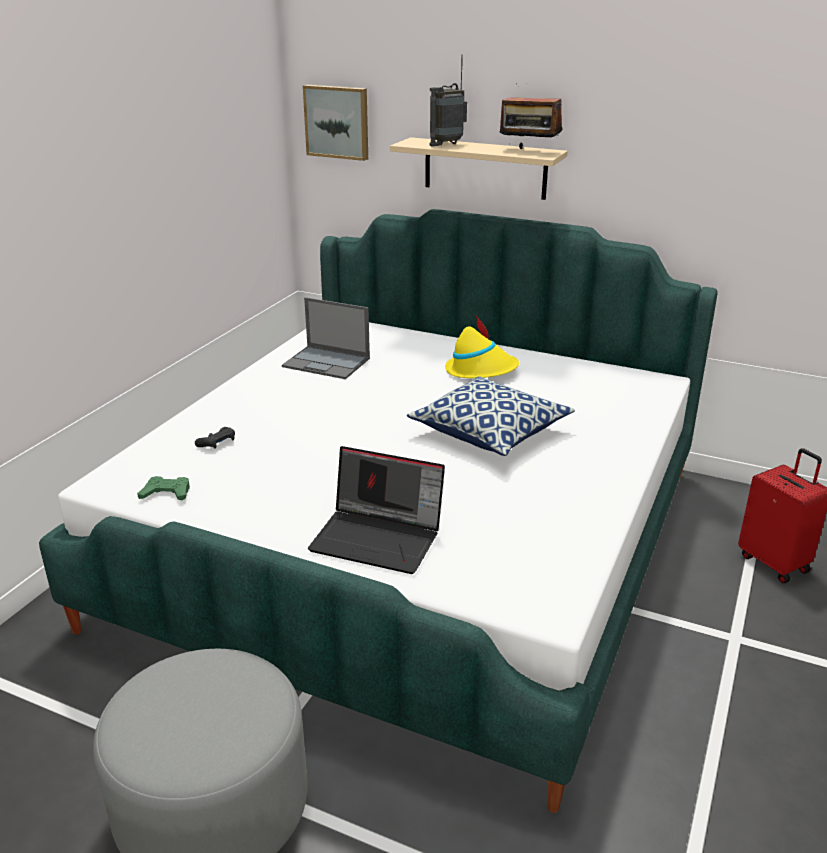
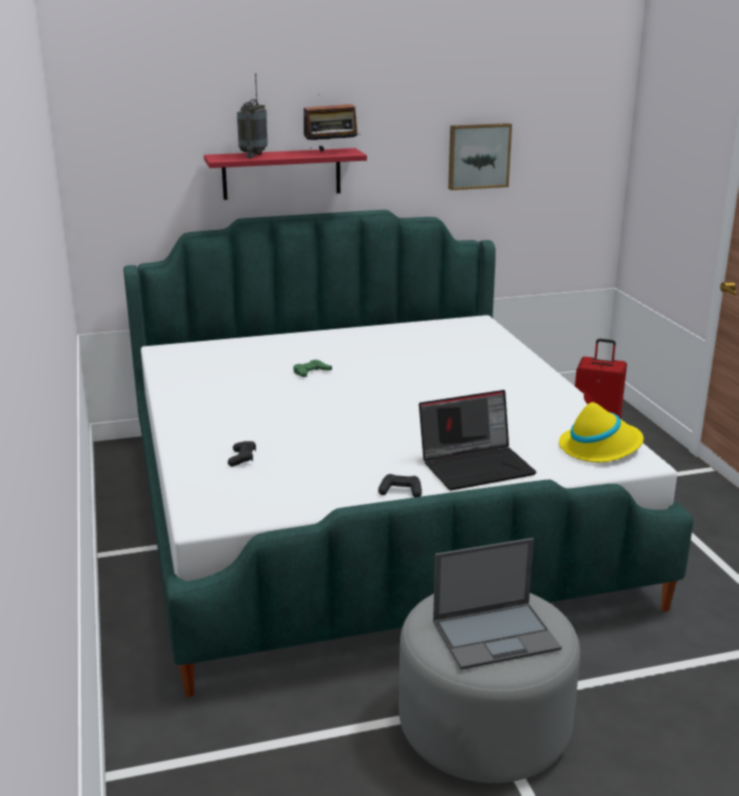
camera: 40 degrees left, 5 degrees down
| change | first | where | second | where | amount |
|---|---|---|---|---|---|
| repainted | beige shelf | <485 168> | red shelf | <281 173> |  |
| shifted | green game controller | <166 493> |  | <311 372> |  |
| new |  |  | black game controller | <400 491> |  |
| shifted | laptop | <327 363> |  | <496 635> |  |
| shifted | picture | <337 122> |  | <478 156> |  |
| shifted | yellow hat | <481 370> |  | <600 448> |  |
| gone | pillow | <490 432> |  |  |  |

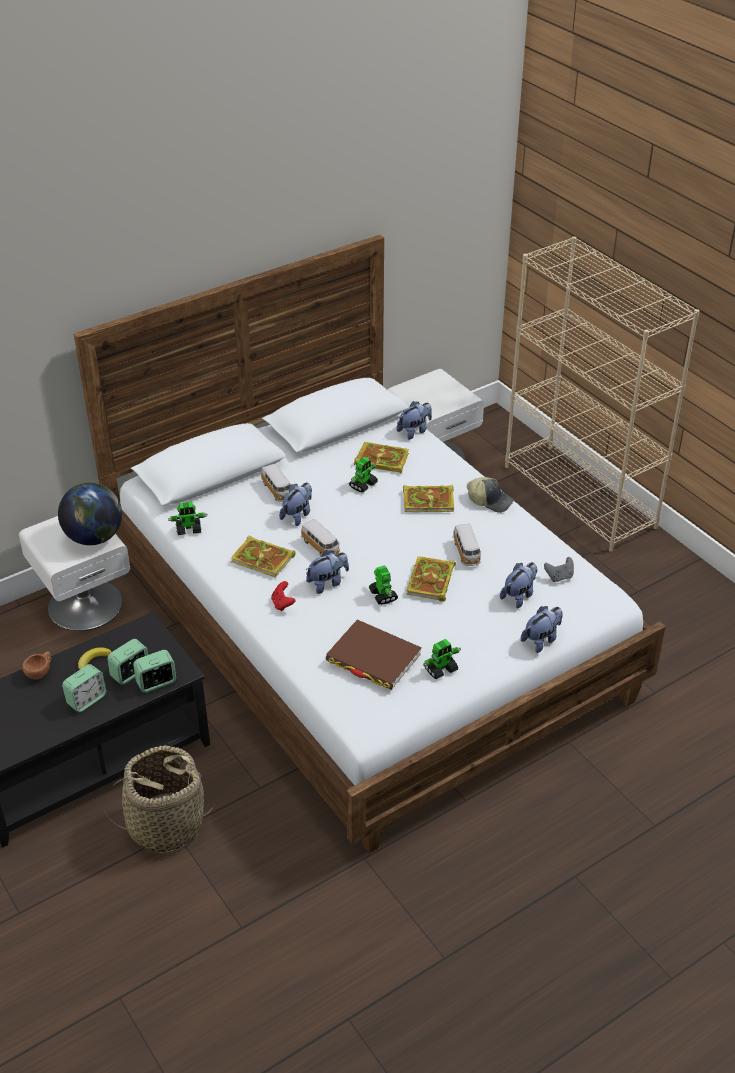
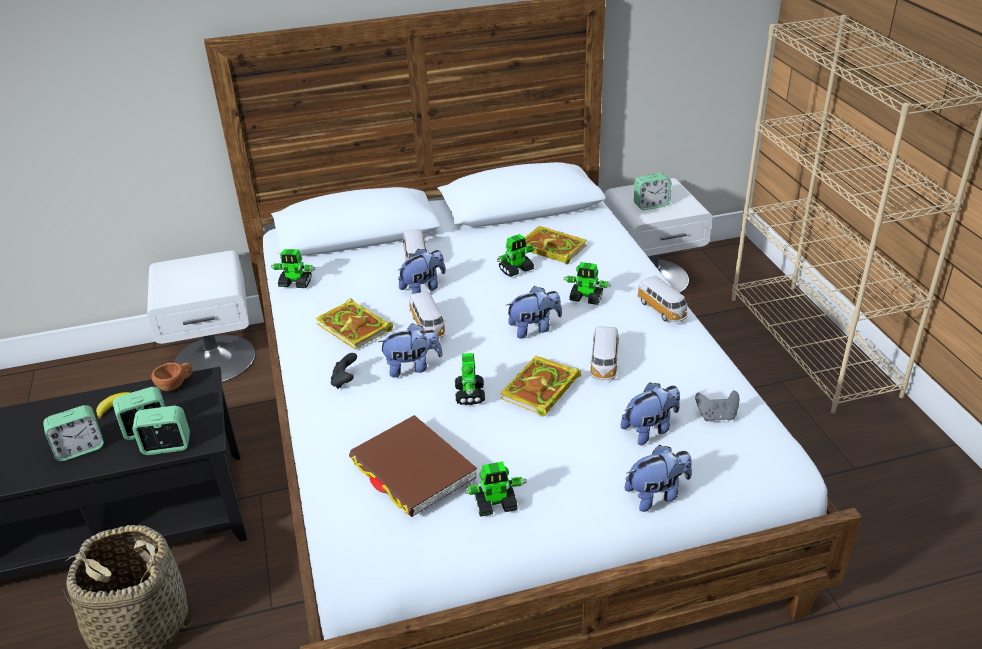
camera: 20 degrees right, 5 degrees down
| change | first | where | second | where | amount |
|---|---|---|---|---|---|
| shifted | brown cup | <40 672> |  | <176 385> |  |
| repainted | red game controller | <282 604> | black game controller | <345 381> |  |
| shifted | plush toy | <414 431> |  | <534 328> |  |
| swapped | book | <429 501> | toy robot | <586 298> |  |
| new |  |  | alarm clock | <651 205> |  |
| swapped | cap | <490 500> | toy car | <662 310> |  |
| gone | globe | <94 537> |  |  |  |

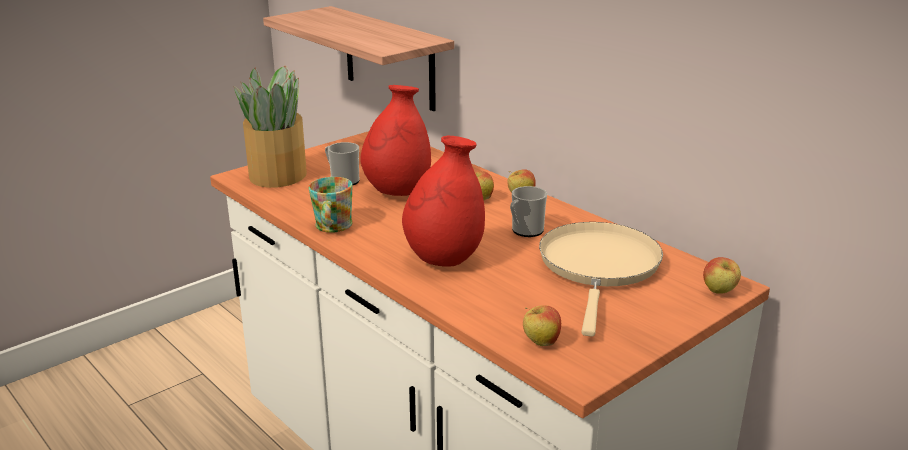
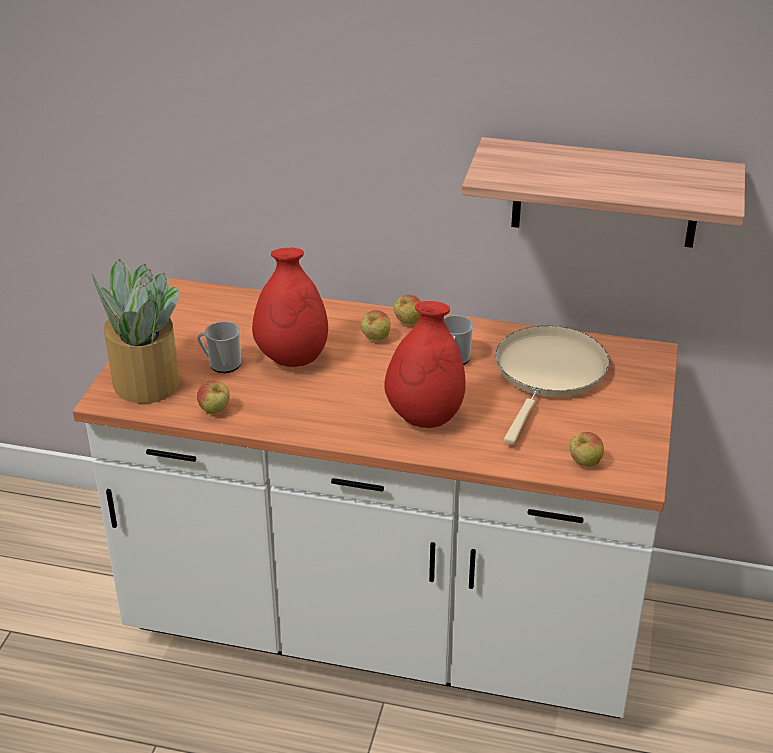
camera: 35 degrees left, 10 degrees up
| change | first | where | second | where | amount |
|---|---|---|---|---|---|
| shifted | apple | <719 292> |  | <215 411> |  |
| shifted | shelf | <389 58> |  | <605 193> |  |
| rotated | beige frying pan | <599 267> |  | <548 374> | 45 degrees clockwise |
| gone | mug | <332 227> |  |  |  |

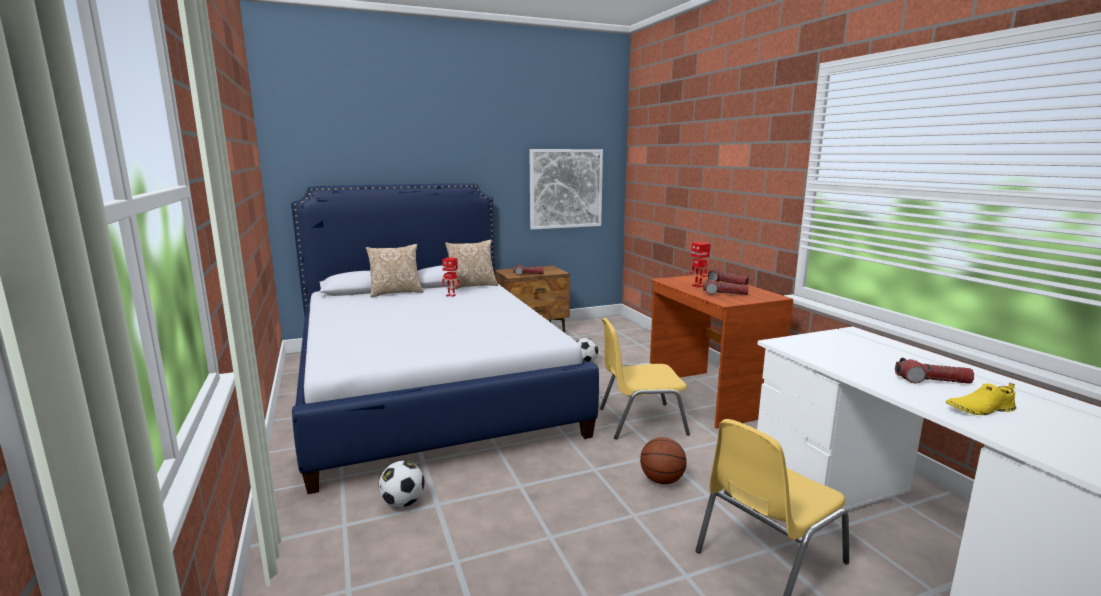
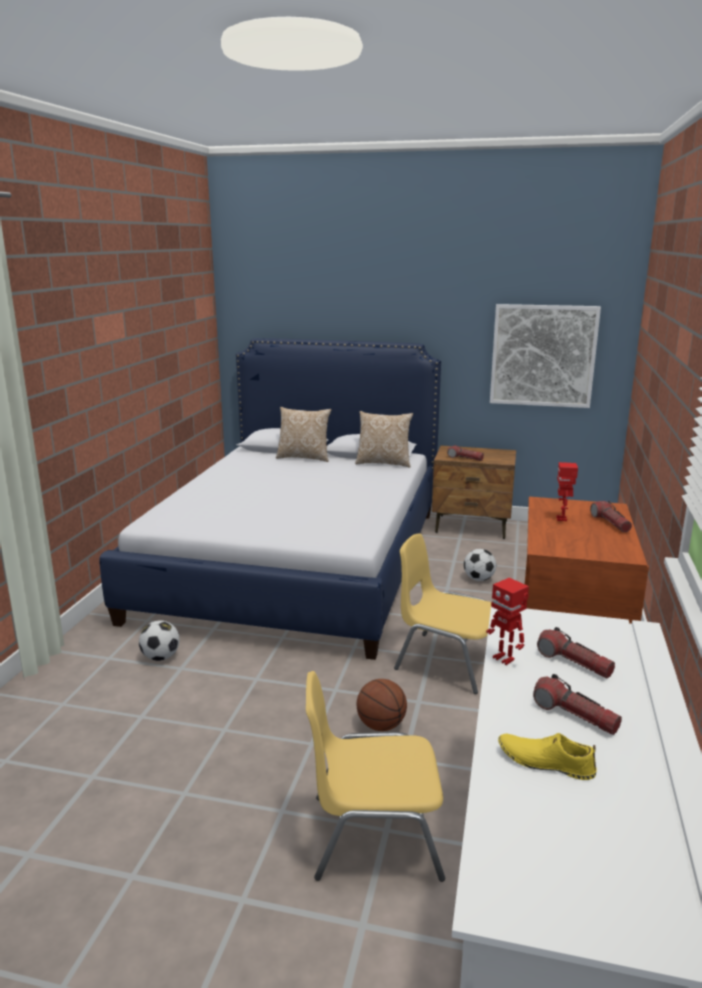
camera: 35 degrees right, 5 degrees up
| change | first | where | second | where | amount |
|---|---|---|---|---|---|
| shifted | toy robot | <451 295> |  | <504 658> |  |
| shifted | flashlight | <725 294> |  | <574 663> |  |

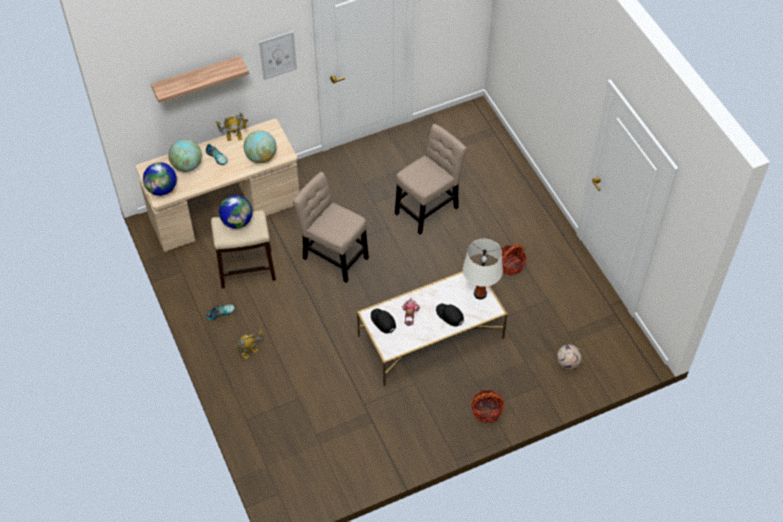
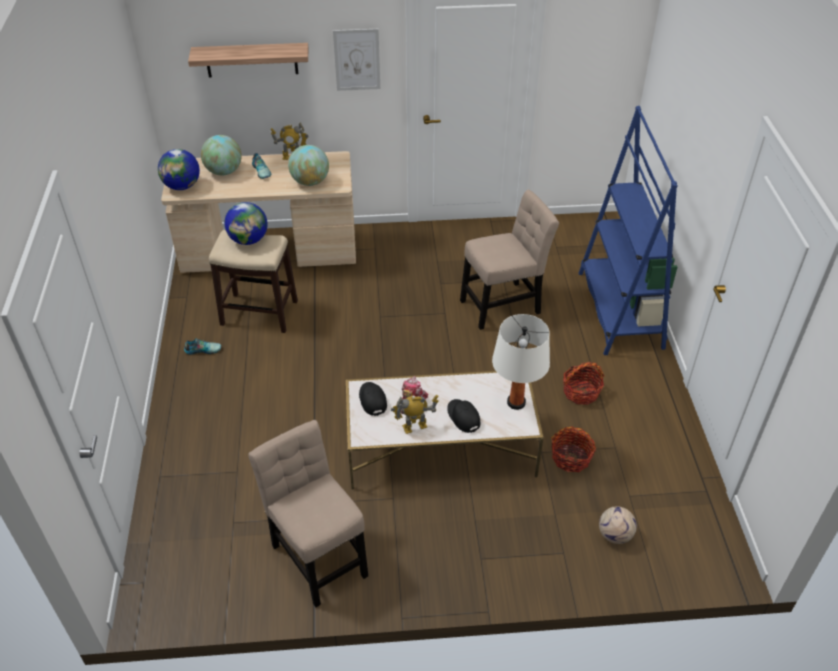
camera: 20 degrees right, 10 degrees down
| change | first | where | second | where | amount |
|---|---|---|---|---|---|
| shifted | beige chair | <333 255> |  | <317 555> |  |
| shifted | toy robot | <250 352> |  | <414 427> |  |
| shifted | basket | <487 411> |  | <571 458> |  |
| new |  |  | blue bookcase | <619 310> |  |

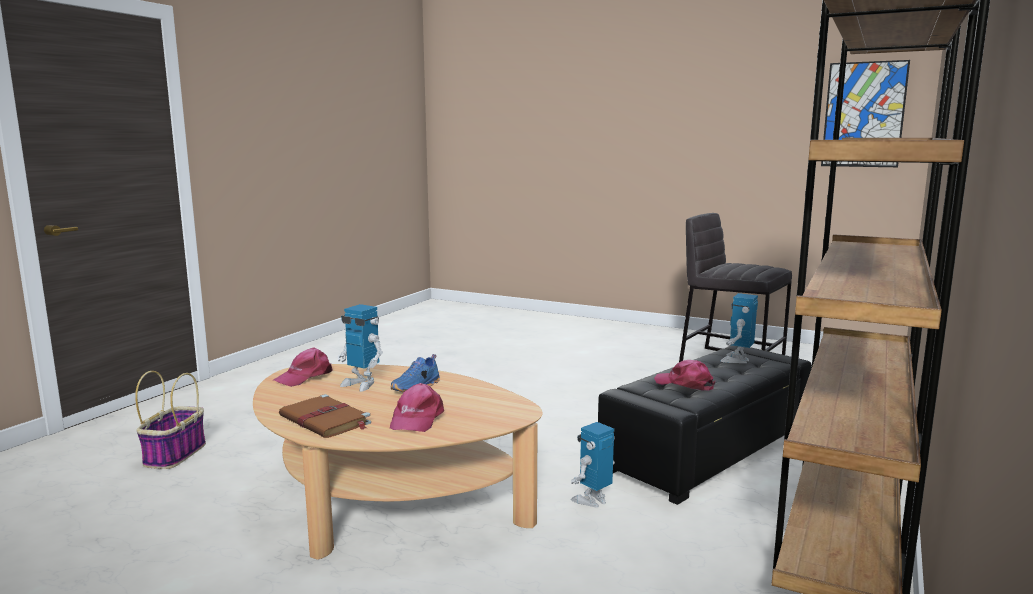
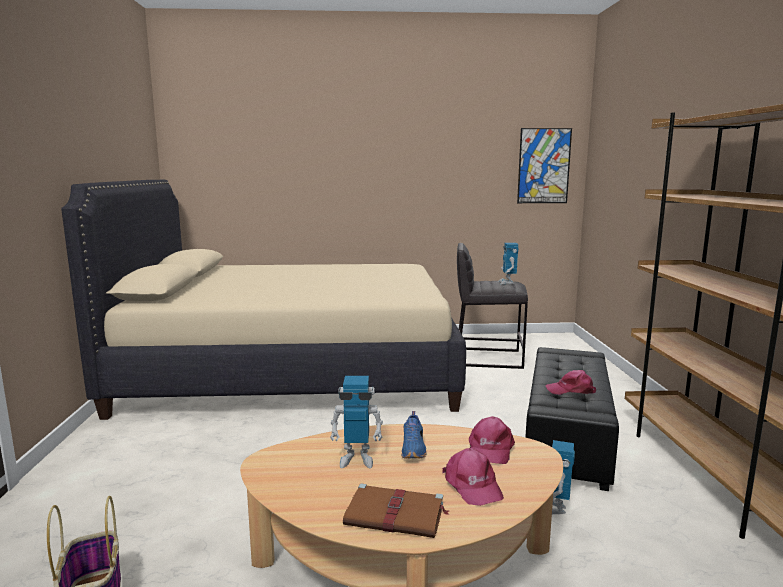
camera: 30 degrees left, 0 degrees up
| change | first | where | second | where | amount |
|---|---|---|---|---|---|
| new |  |  | beige bed | <294 370> |  |
| shifted | pink cap | <305 376> |  | <490 449> |  |
| shifted | toy robot | <737 360> |  | <507 282> |  |

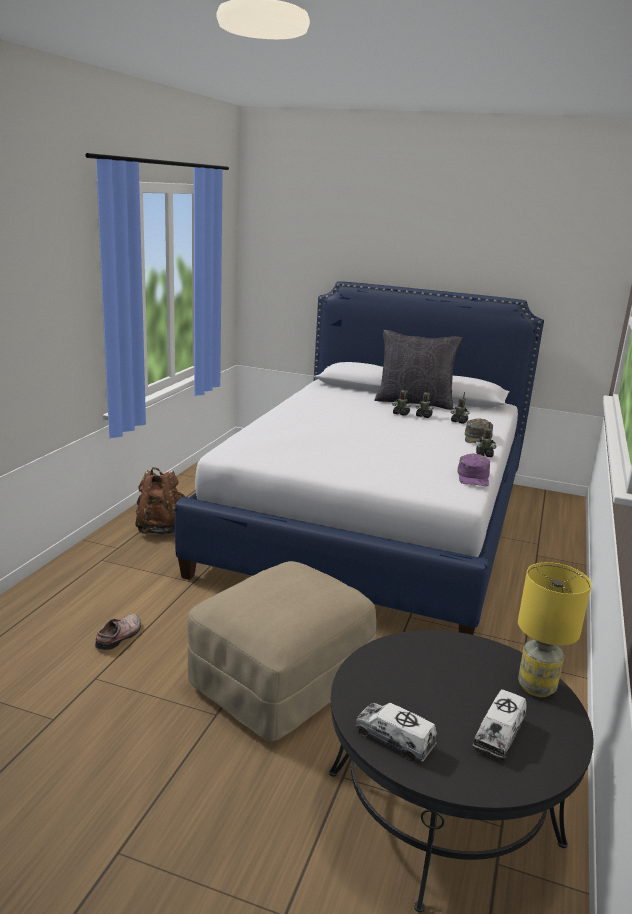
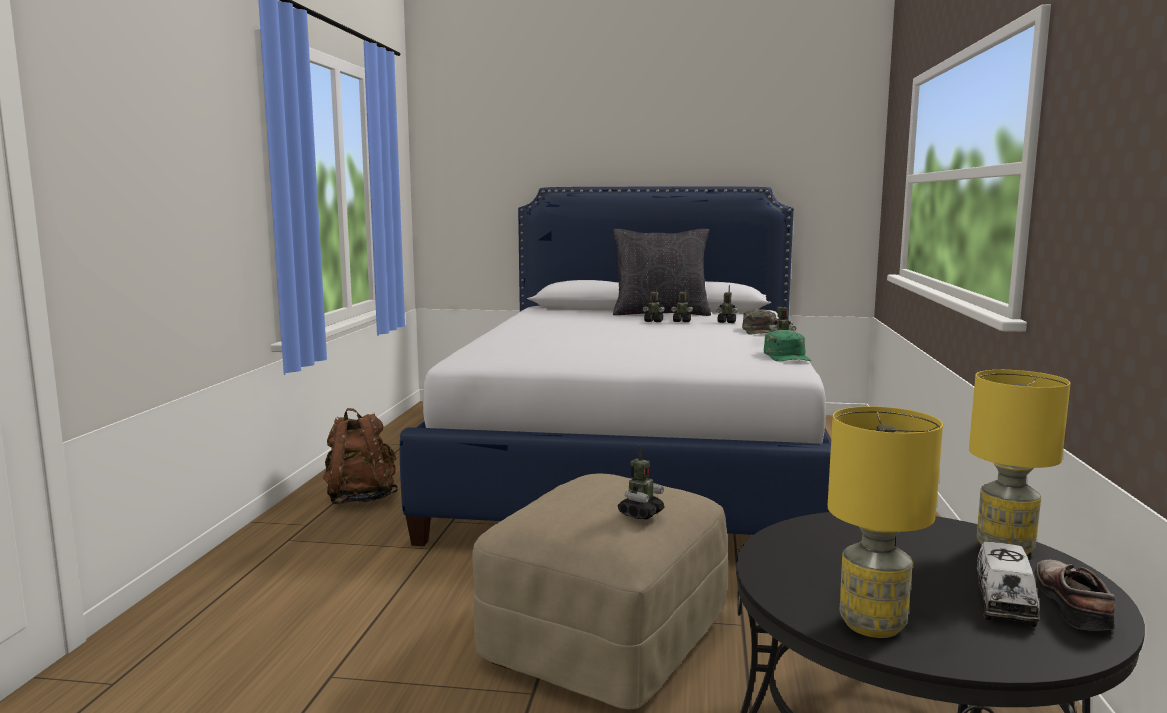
camera: 10 degrees left, 10 degrees down
| change | first | where | second | where | amount |
|---|---|---|---|---|---|
| new |  |  | toy robot | <641 514> |  |
| repainted | purple cap | <474 477> | green cap | <787 356> |  |
| swapped | toy truck | <394 739> | yellow table lamp | <873 625> |  |
| shifted | shoe | <120 636> |  | <1077 605> |  |

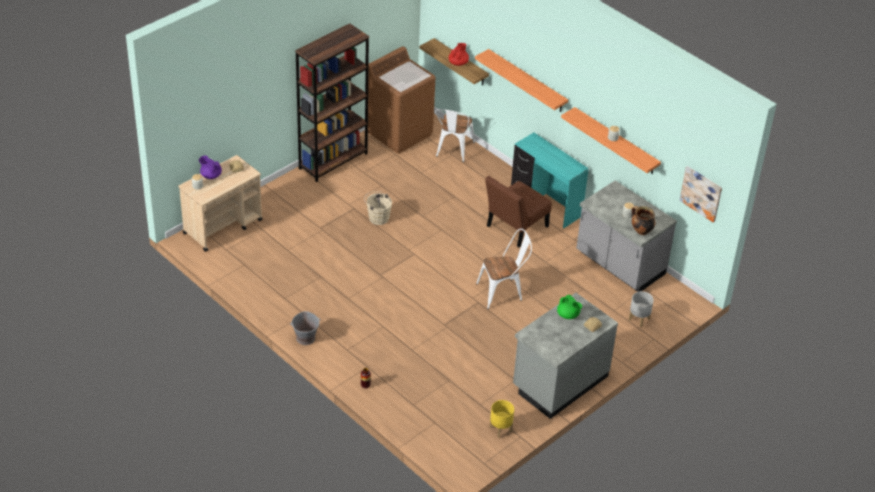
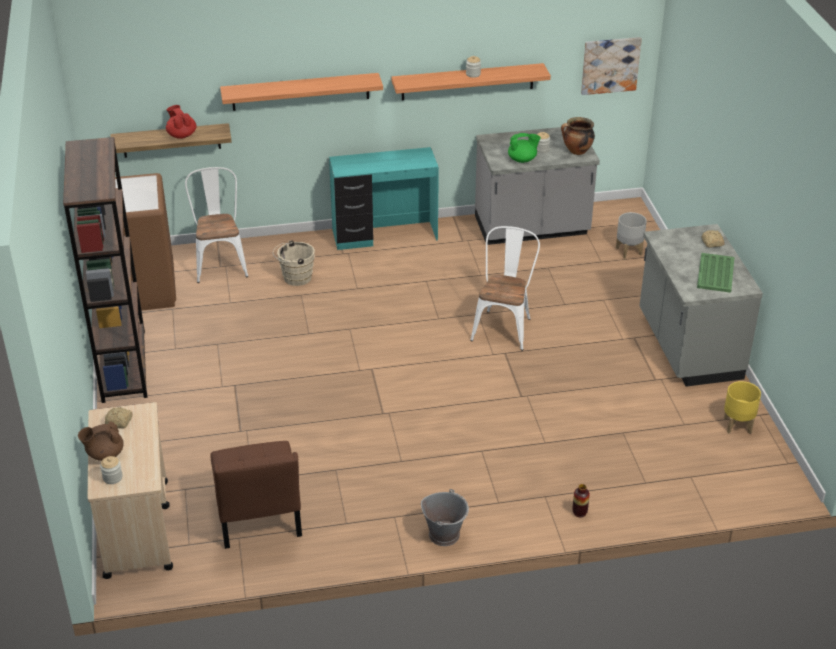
camera: 55 degrees left, 5 degrees down
| change | first | where | second | where | amount |
|---|---|---|---|---|---|
| repainted | purple teapot | <211 175> | brown teapot | <104 454> |  |
| rotated | white chair | <453 151> |  | <220 262> | 150 degrees counterclockwise |
| shifted | brown chair | <515 228> |  | <259 519> |  |
| shifted | beige bucket | <377 217> |  | <295 278> |  |
| shifted | green teapot | <568 315> |  | <522 160> |  |
| new |  |  | green tray | <715 274> |  |

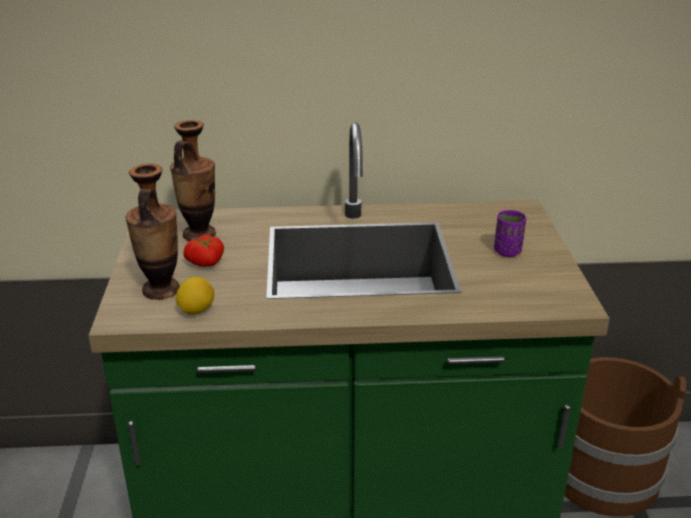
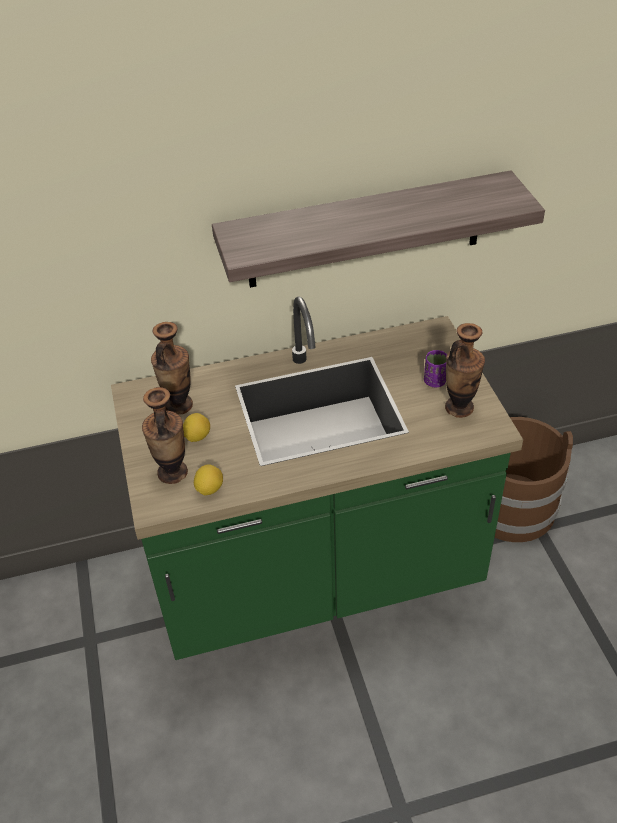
camera: 10 degrees left, 15 degrees up
| change | first | where | second | where | amount |
|---|---|---|---|---|---|
| swapped | tomato | <206 263> | lemon | <197 436> |  |
| new |  |  | shelf | <365 231> |  |
| new |  |  | vase | <459 407> |  |

